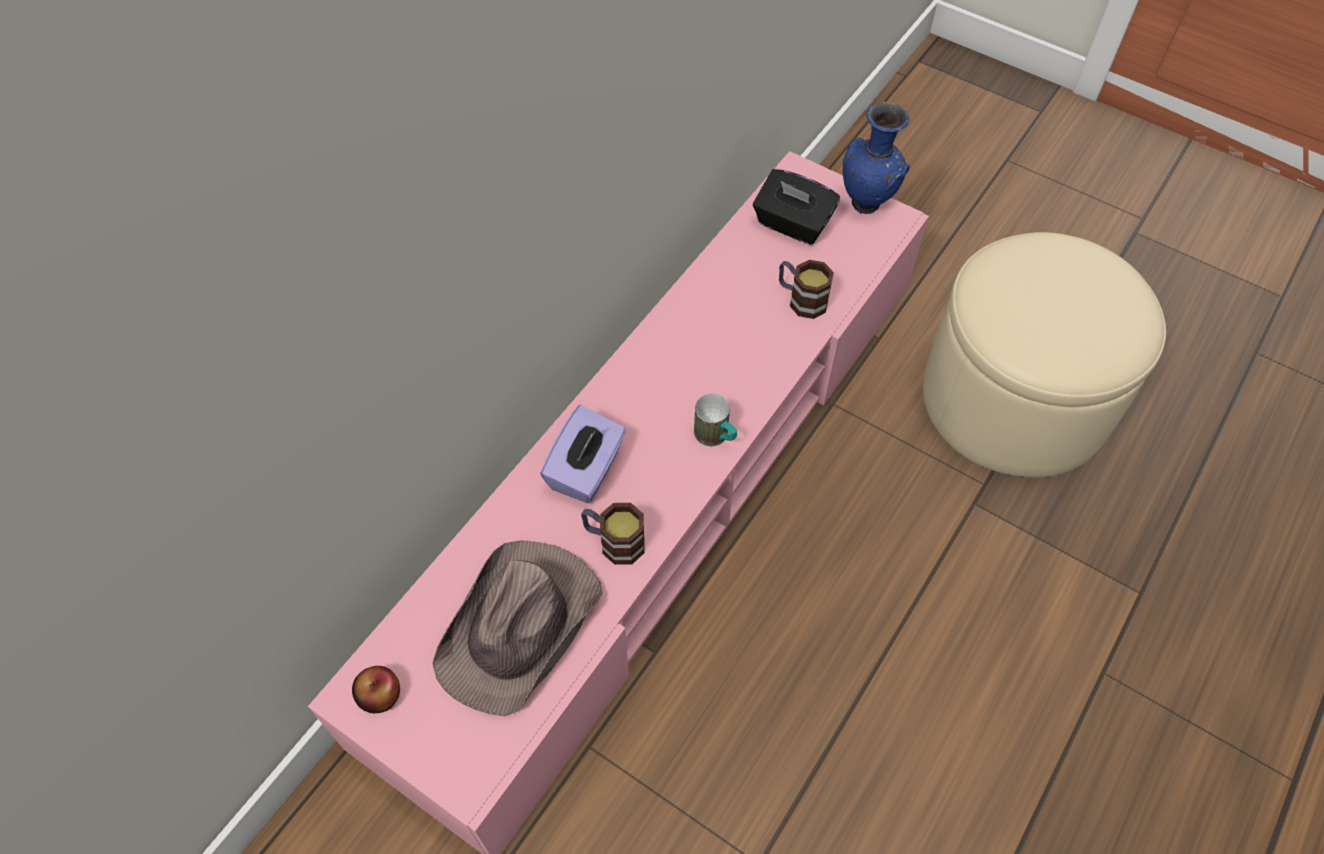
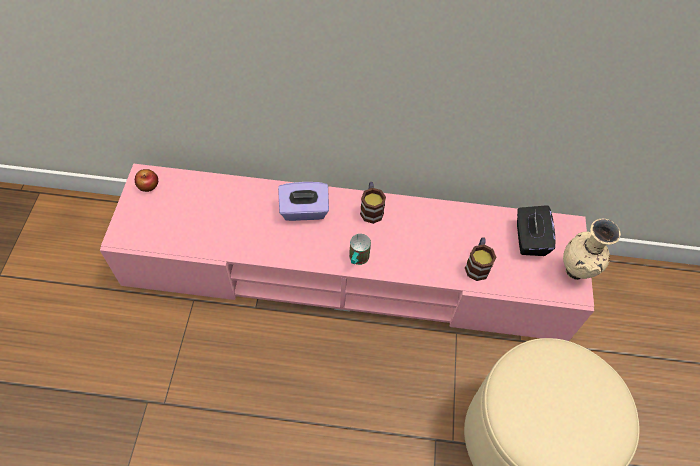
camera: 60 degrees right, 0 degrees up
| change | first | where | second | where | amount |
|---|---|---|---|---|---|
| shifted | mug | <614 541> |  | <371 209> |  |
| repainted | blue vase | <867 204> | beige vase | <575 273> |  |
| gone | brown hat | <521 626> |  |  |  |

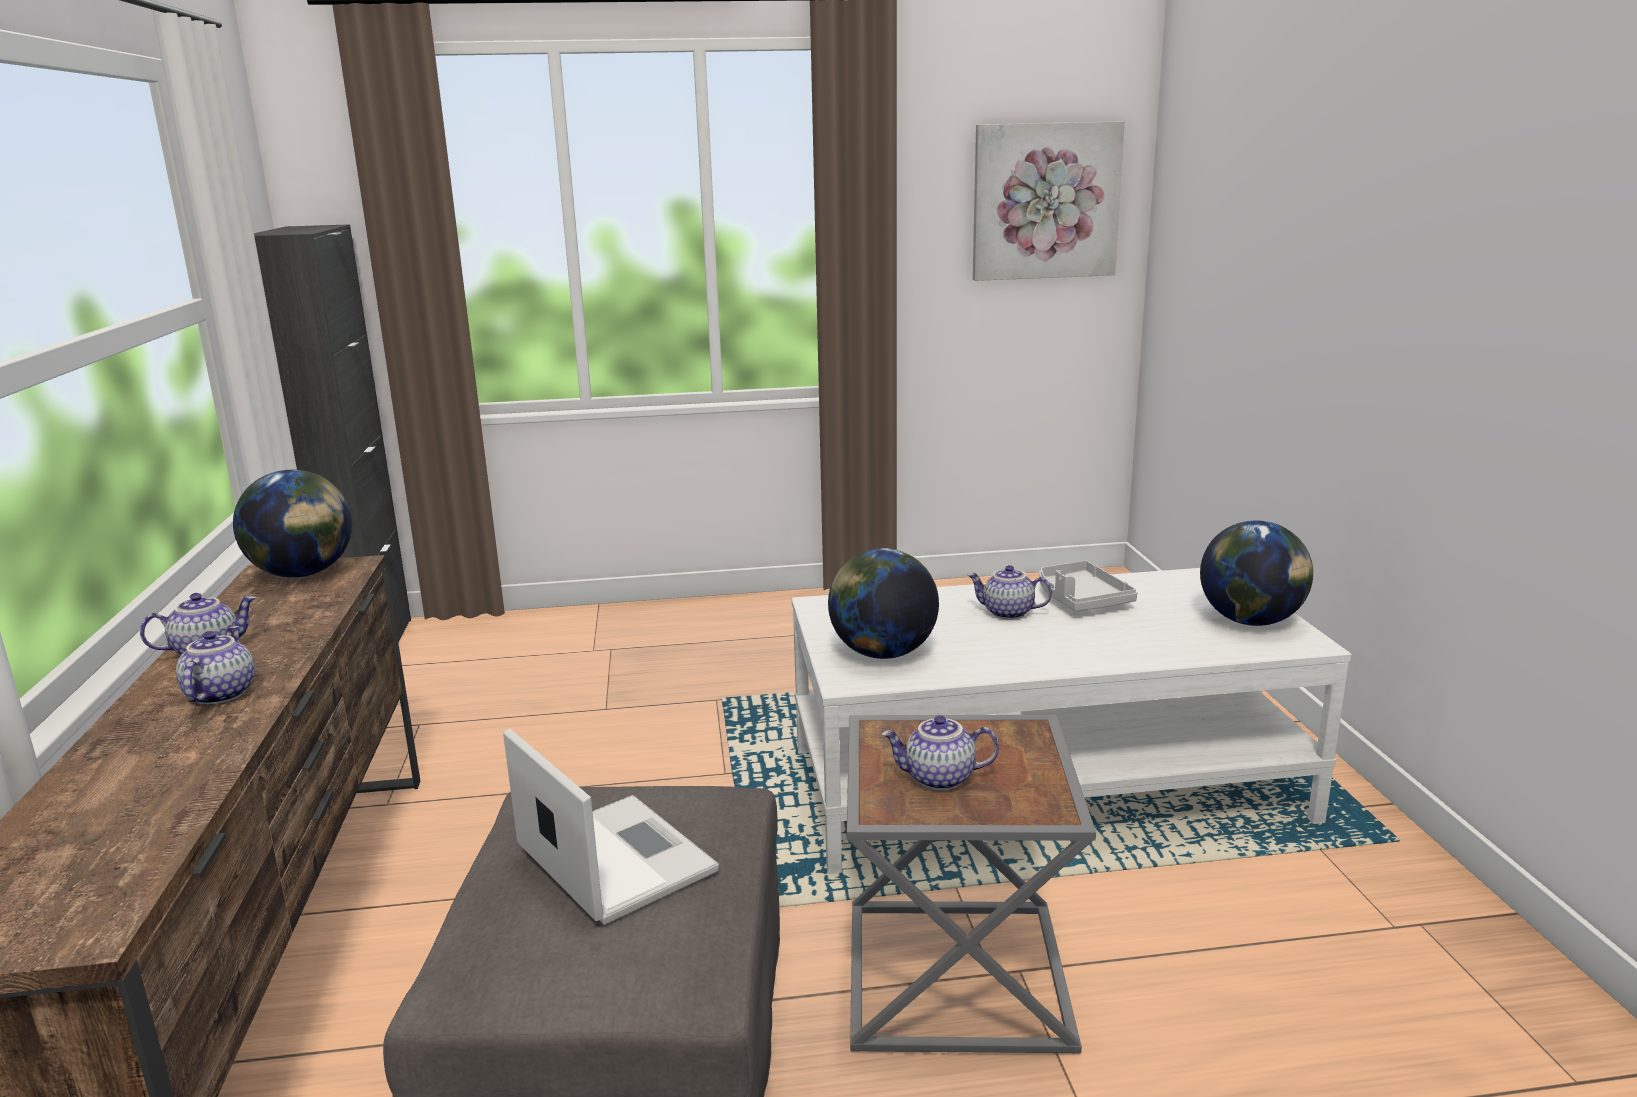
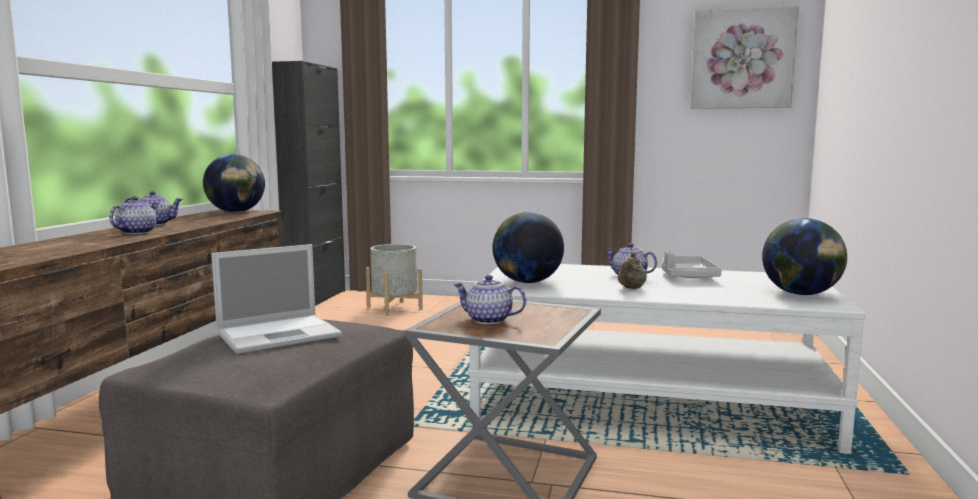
camera: 20 degrees right, 10 degrees down
| change | first | where | second | where | amount |
|---|---|---|---|---|---|
| rotated | laptop | <613 858> |  | <281 334> | 75 degrees clockwise |
| new |  |  | grey planter | <394 308> |  |
| new |  |  | beige teapot | <631 288> |  |

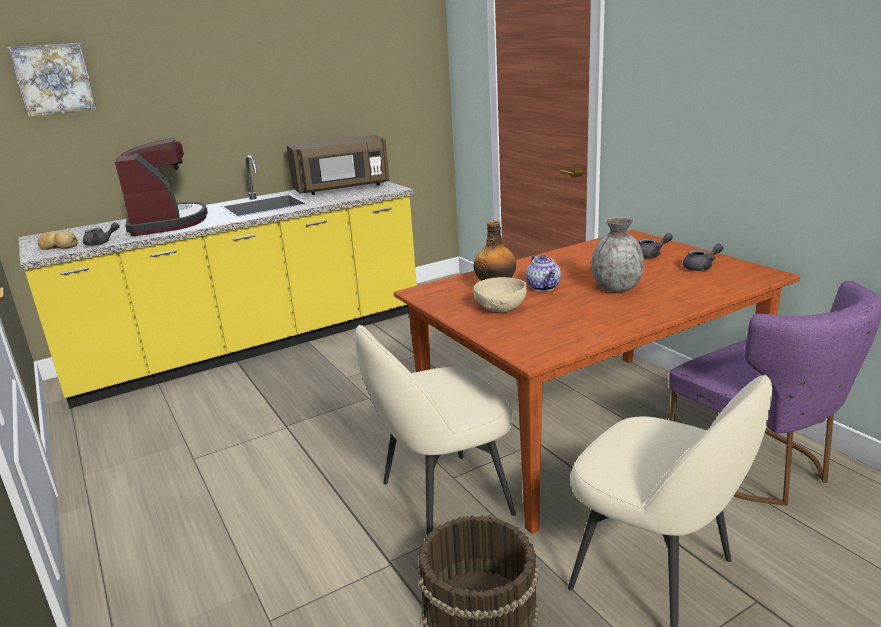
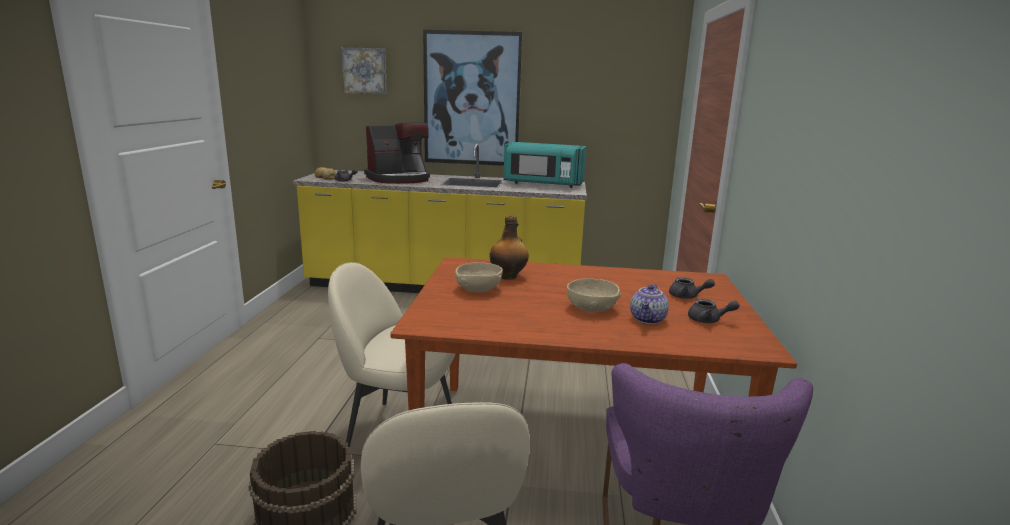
camera: 35 degrees right, 5 degrees down
| change | first | where | second | where | amount |
|---|---|---|---|---|---|
| rotated | coffee machine | <166 223> |  | <399 179> | 45 degrees clockwise |
| new |  |  | picture | <472 99> |  |
| repainted | brown microwave | <342 188> | turquoise microwave | <542 184> |  |
| swapped | grey vase | <616 288> | beige bowl | <591 308> |  |
| shifted | teapot | <544 287> |  | <648 319> |  |

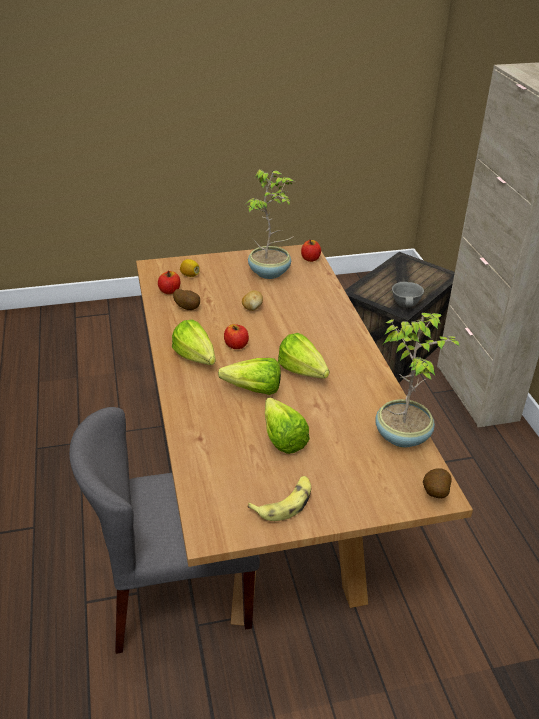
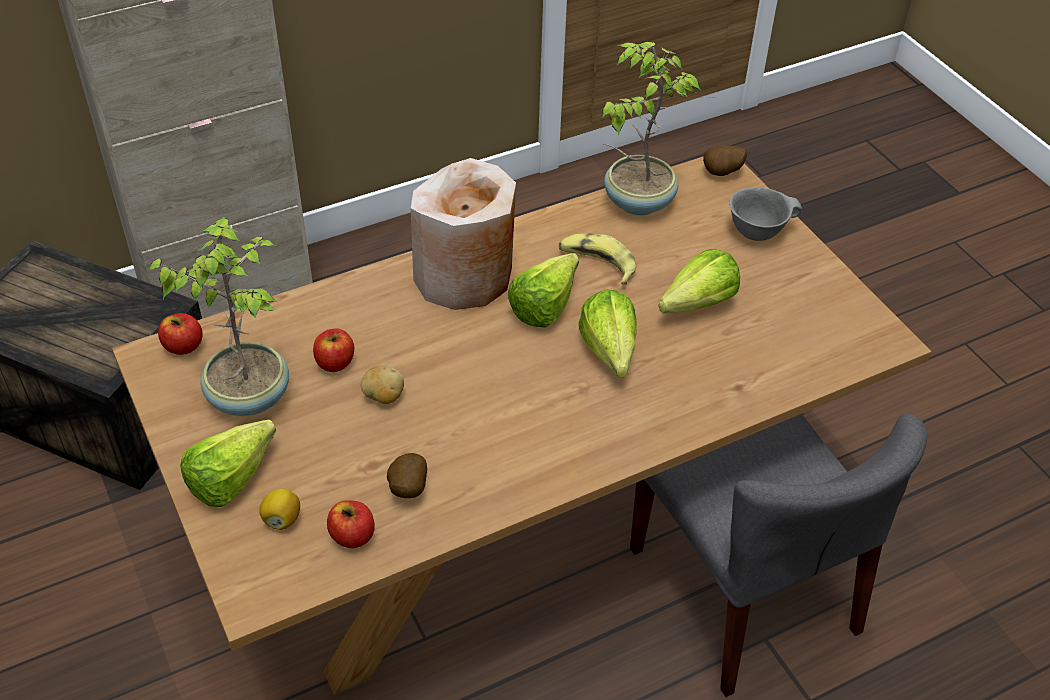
camera: 105 degrees left, 10 degrees up
| change | first | where | second | where | amount |
|---|---|---|---|---|---|
| shifted | lettuce | <197 361> |  | <239 475> |  |
| shifted | apple | <236 345> |  | <335 362> |  |
| new |  |  | beige vase | <464 275> |  |
| shifted | banana | <284 503> |  | <597 263> |  |
| shifted | grey bowl | <406 305> |  | <757 231> |  |

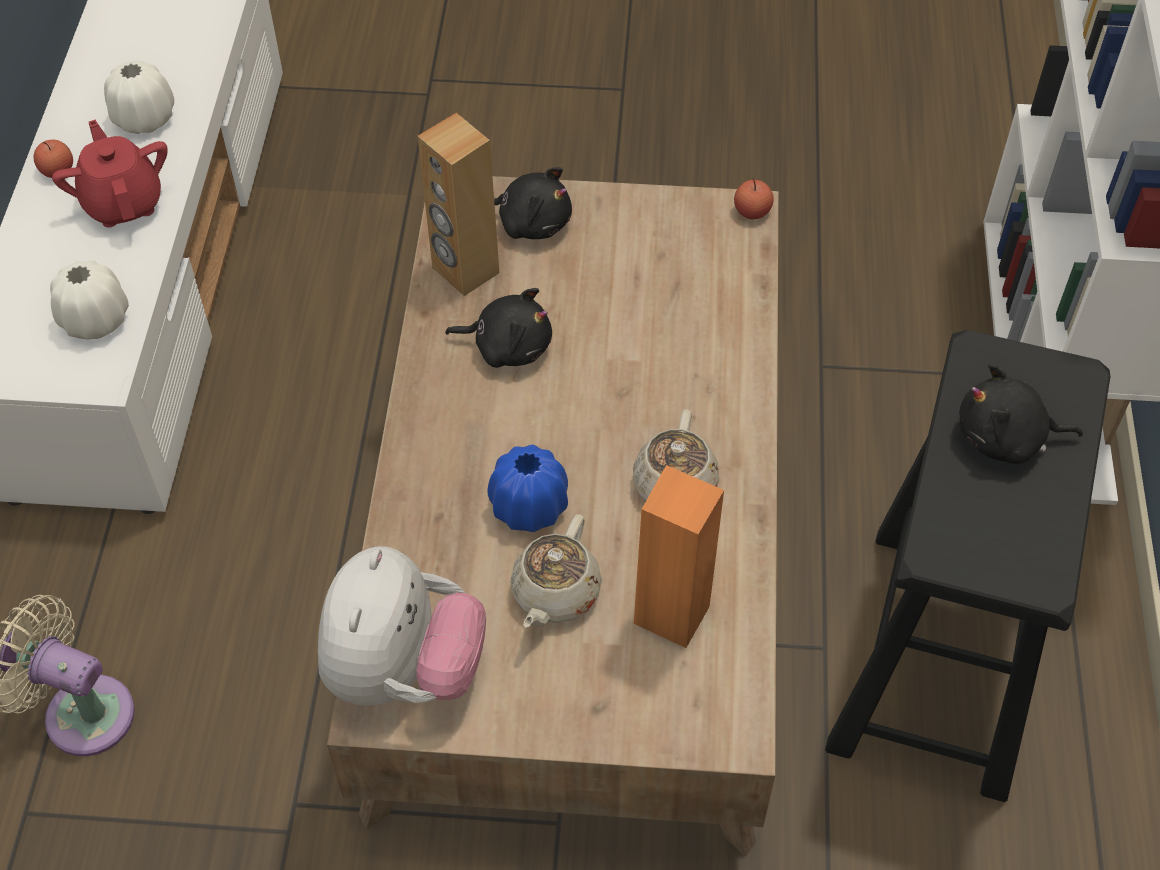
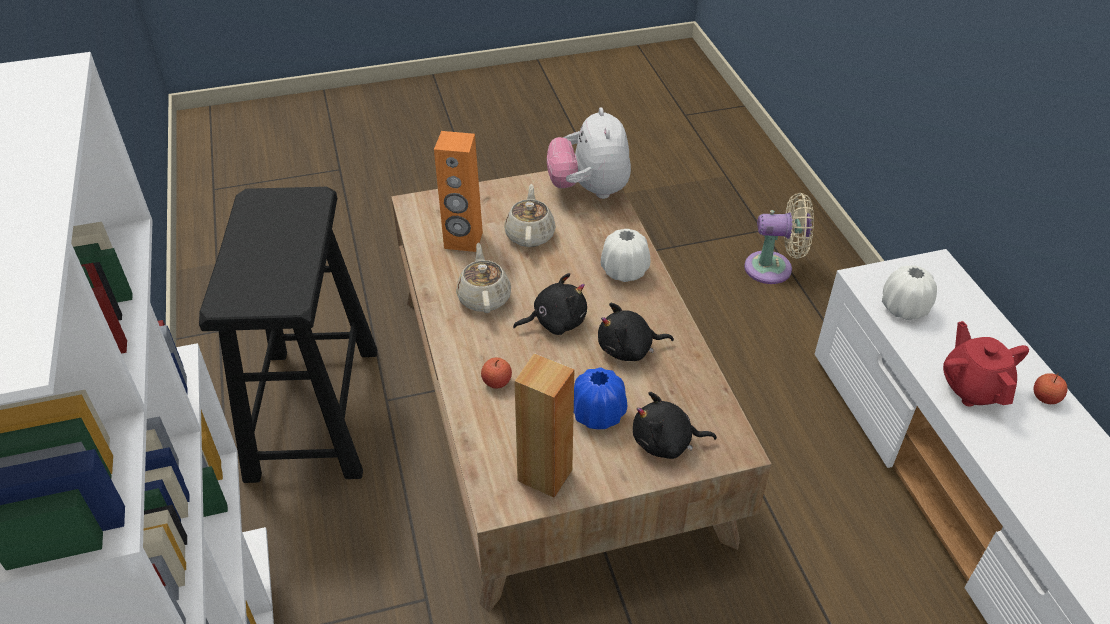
camera: 160 degrees right, 10 degrees down
| change | first | where | second | where | amount |
|---|---|---|---|---|---|
| shifted | apple | <752 211> |  | <497 382> |  |
| shifted | black plush toy | <1005 438> |  | <555 321> |  |
| shifted | brown speaker | <465 271> |  | <545 475> |  |
| shifted | blue vase | <529 507> |  | <597 414> |  |
| shifted | white vase | <144 119> |  | <624 271> |  |
| rotated | red teapot | <123 203> |  | <973 387> | 150 degrees counterclockwise |

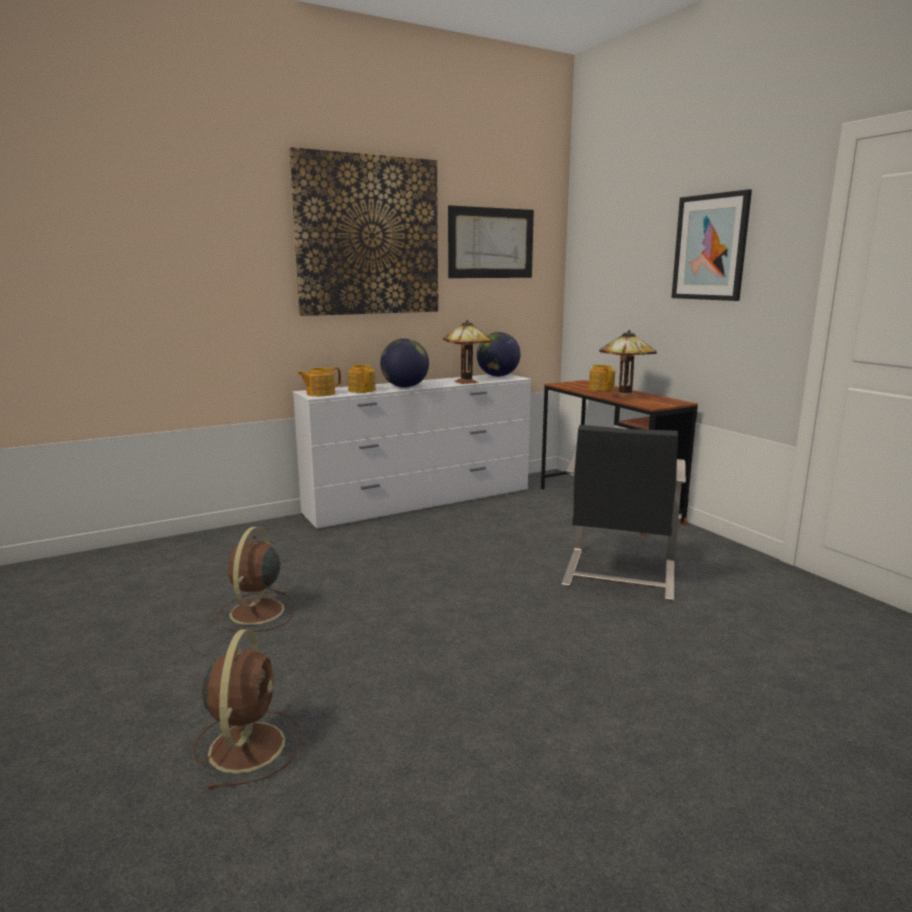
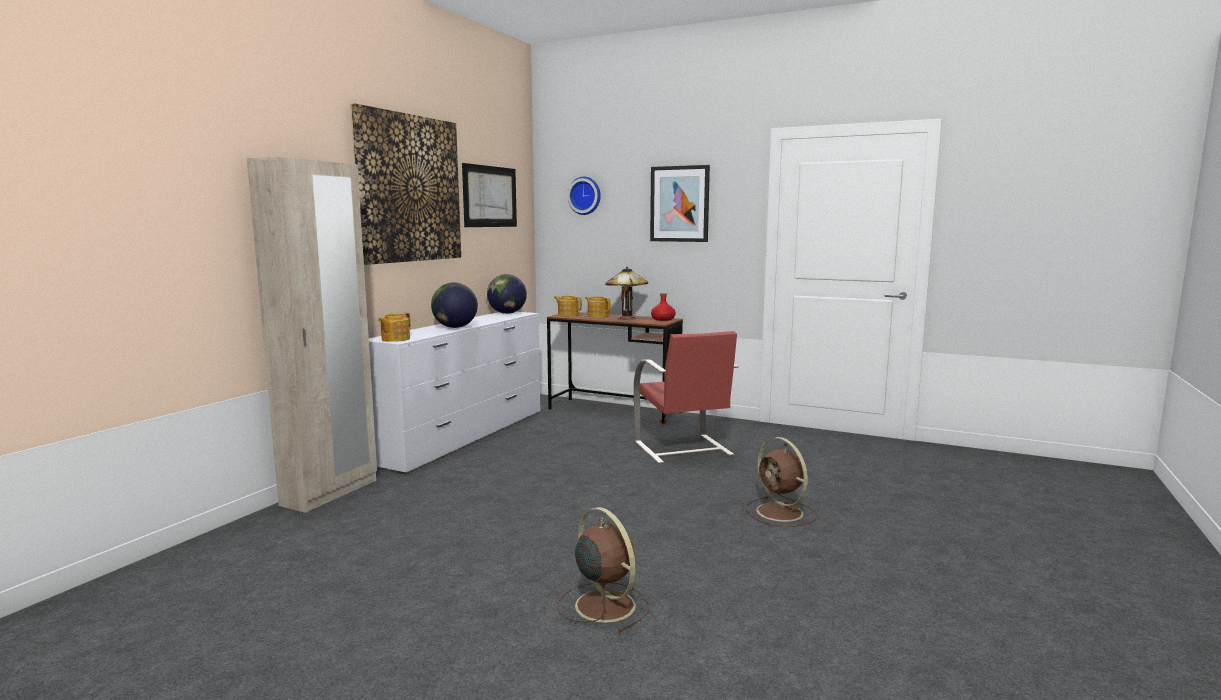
camera: 35 degrees left, 5 degrees down
| change | first | where | second | where | amount |
|---|---|---|---|---|---|
| new |  |  | beige wardrobe | <330 493> |  |
| shifted | teapot | <362 390> |  | <568 315> |  |
| new |  |  | wall clock | <585 195> |  |
| repainted | black chair | <618 574> | red chair | <683 449> |  |
| new |  |  | red bottle | <663 319> |  |
| shifted | brown fan | <256 613> |  | <781 513> |  |
| gone | table lamp | <467 382> |  |  |  |

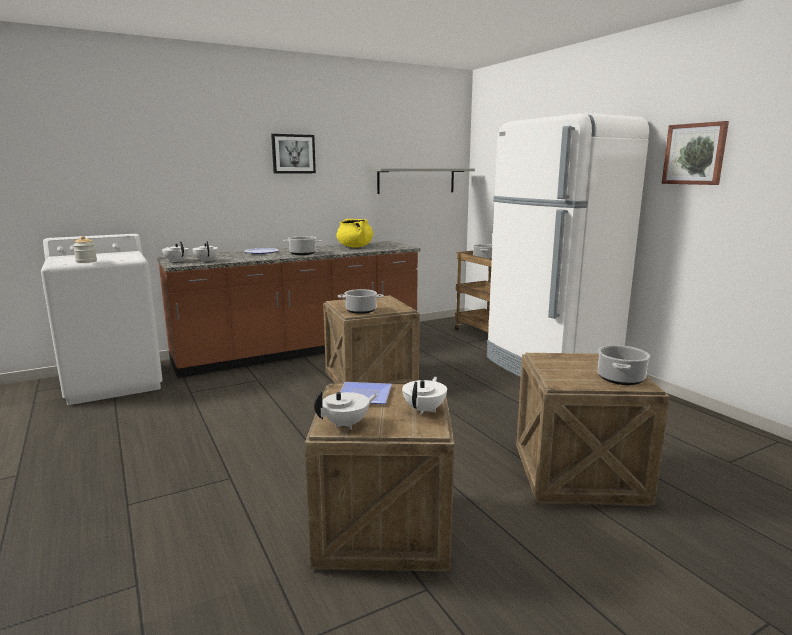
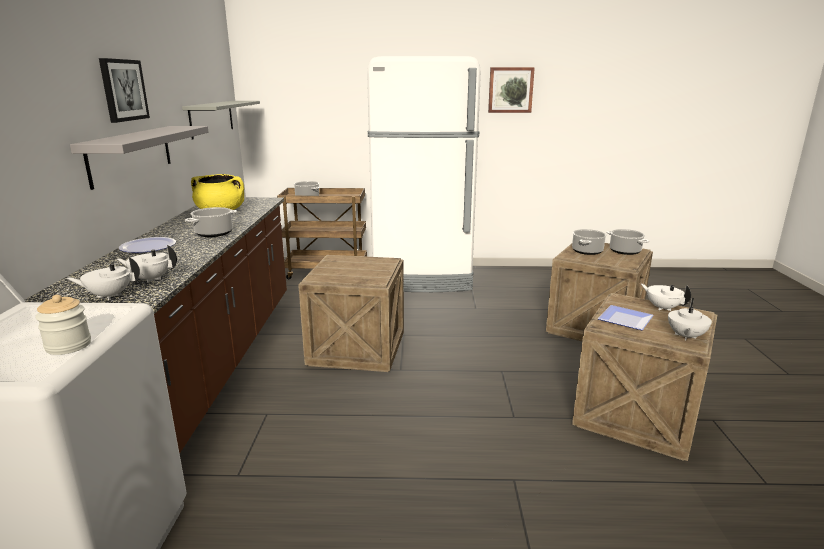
camera: 60 degrees left, 5 degrees up
| change | first | where | second | where | amount |
|---|---|---|---|---|---|
| new |  |  | grey shelf | <131 154> |  |
| shifted | cooking pot | <360 311> |  | <587 251> |  |
| rotated | white teapot | <347 424> |  | <685 336> | 150 degrees counterclockwise |

